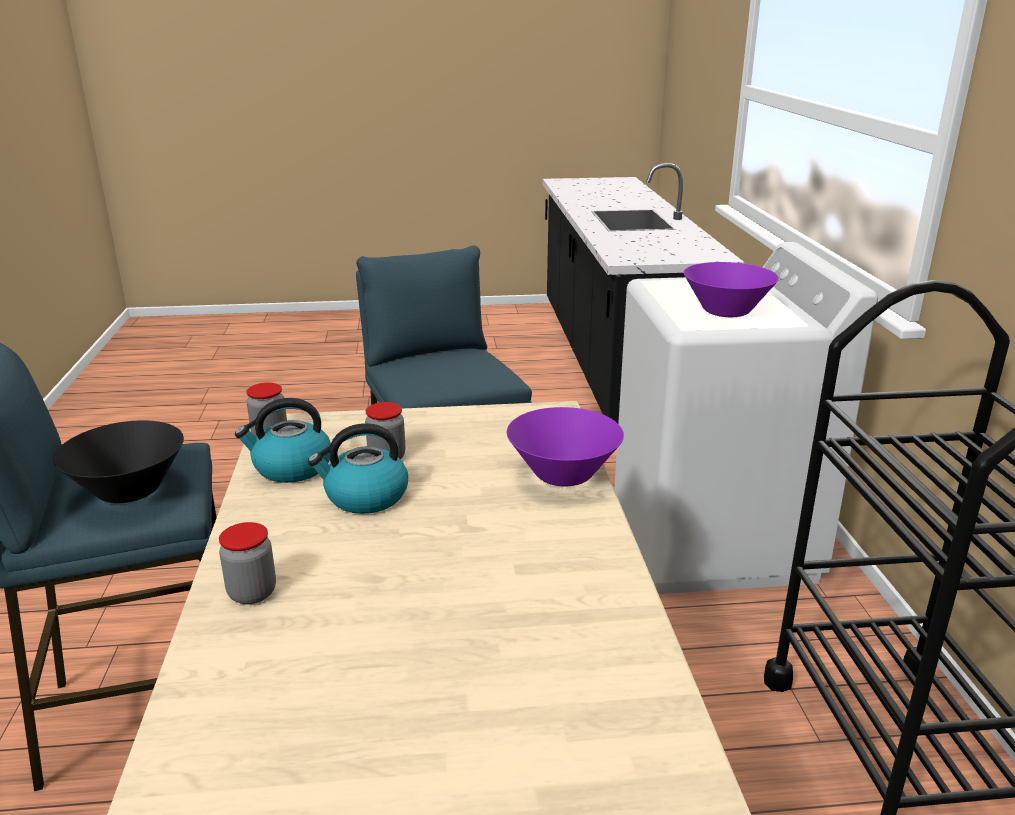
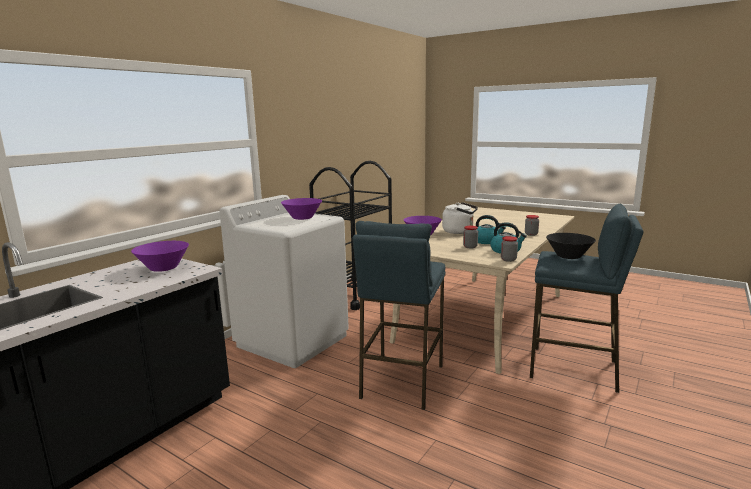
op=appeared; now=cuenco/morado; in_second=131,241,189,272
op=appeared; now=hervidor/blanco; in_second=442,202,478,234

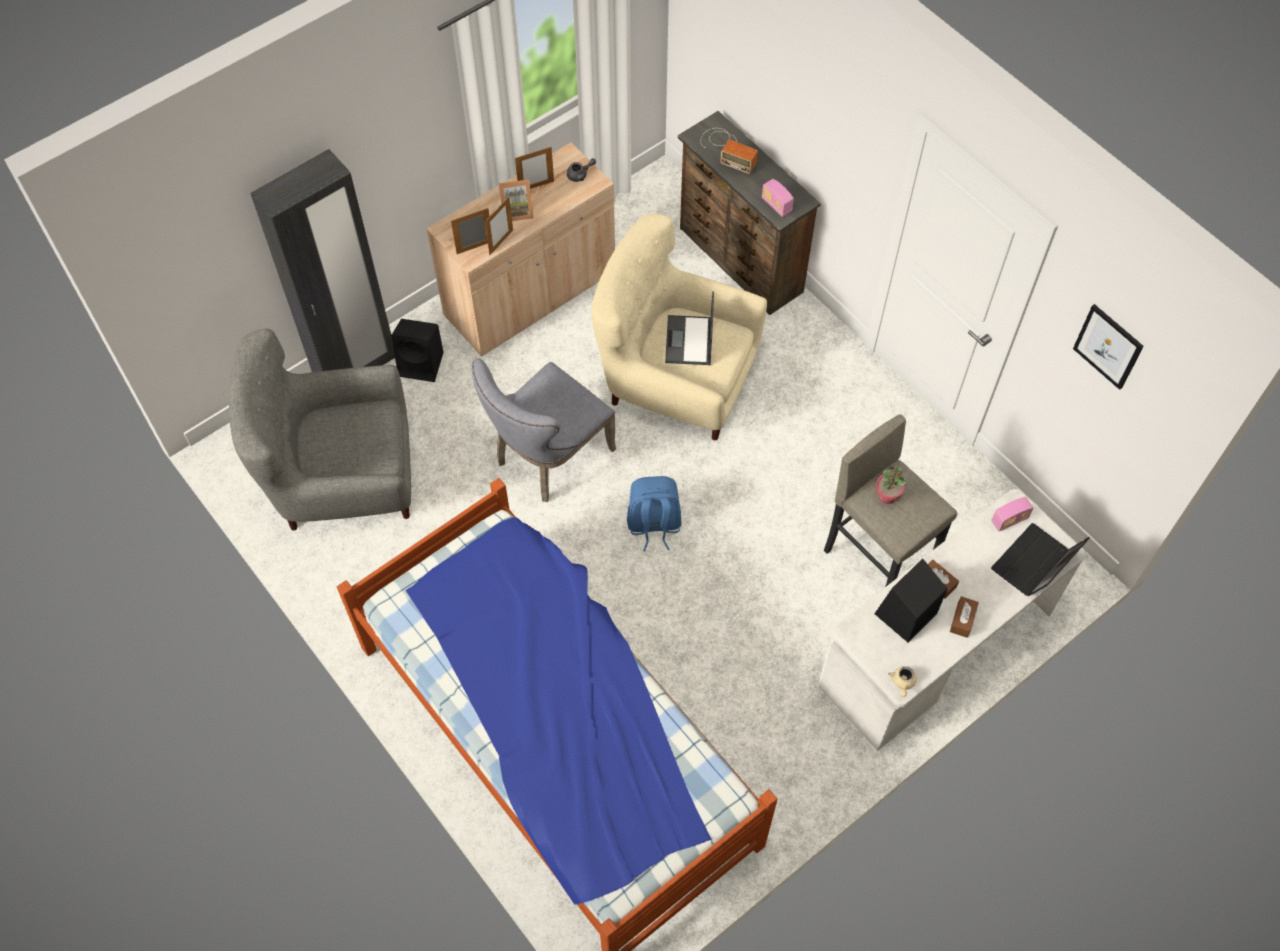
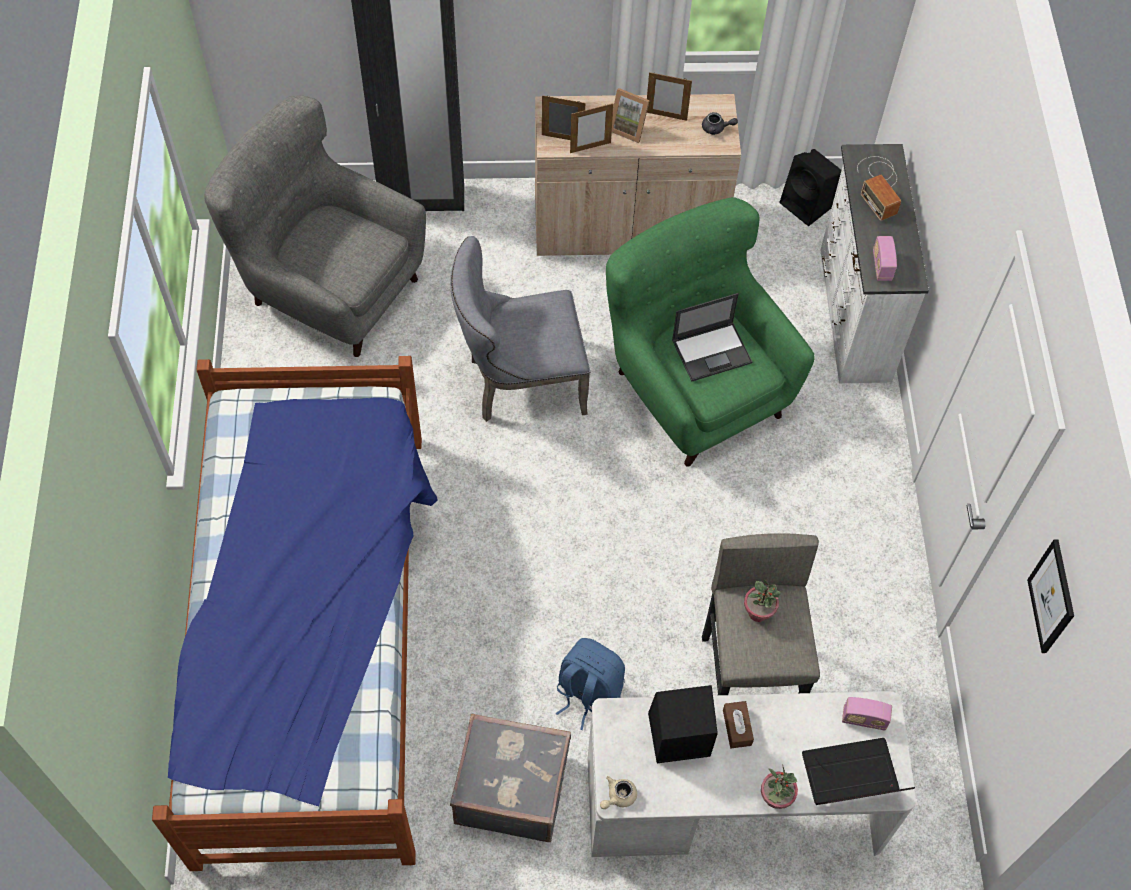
op=relocated; was=altavoz/negro; in_first=391,319,444,382; in_second=779,149,841,226
op=colour; was=sillón/beis; now=sillón/verde; in_first=591,214,767,440; in_second=606,197,815,467
op=relocated; was=mochila/azul; in_first=627,476,681,551; in_second=556,638,625,730
op=spun; was=portátil; in_first=665,291,714,365; in_second=672,293,752,382; clockwise=-150
op=colour; was=cómoda/marrón; now=cómoda/blanco; in_first=678,111,821,315; in_second=820,144,929,383
op=missing; was=caja de pañuelos/marrón; in_first=950,596,979,638
op=appeared; now=maleta/gris; in_second=450,713,571,842
op=appeared; now=planta en maceta; in_second=761,764,798,809

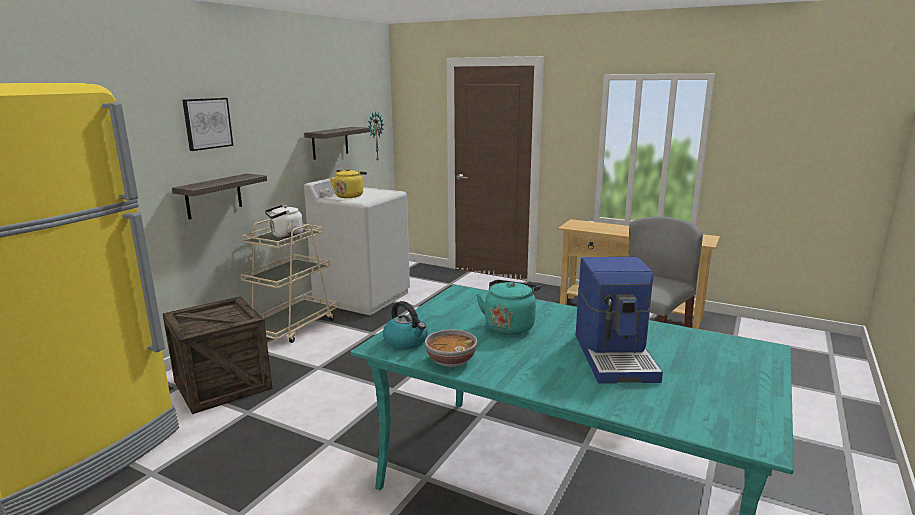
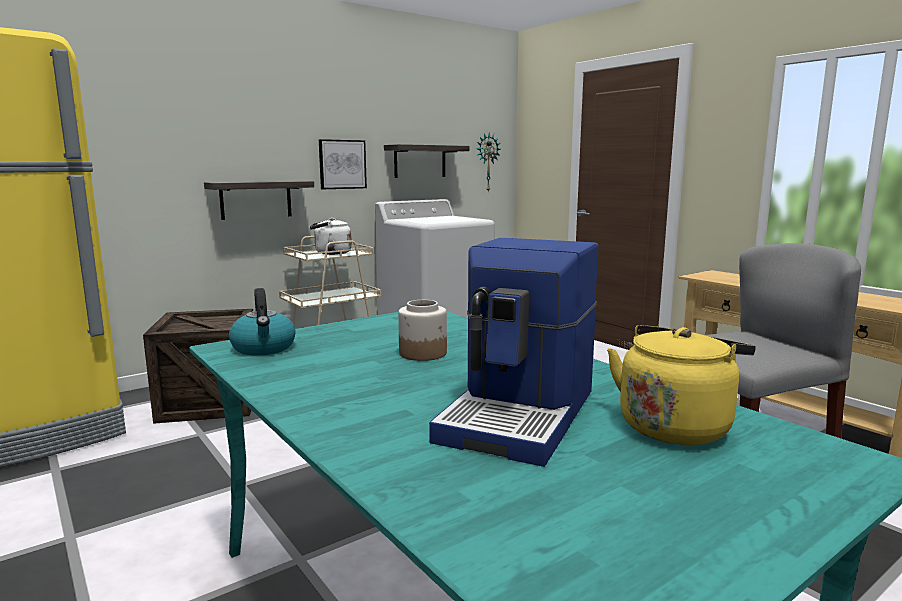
op=relocated; was=cuadro; in_first=182,98,233,151; in_second=319,139,367,189
op=relocated; was=hervidor/amarillo; in_first=330,169,367,198; in_second=607,325,755,445
op=missing; was=cuenco; in_first=425,330,477,367
op=exchanged; was=hervidor/turquesa; now=tarro; in_first=476,280,541,335; in_second=398,300,447,361

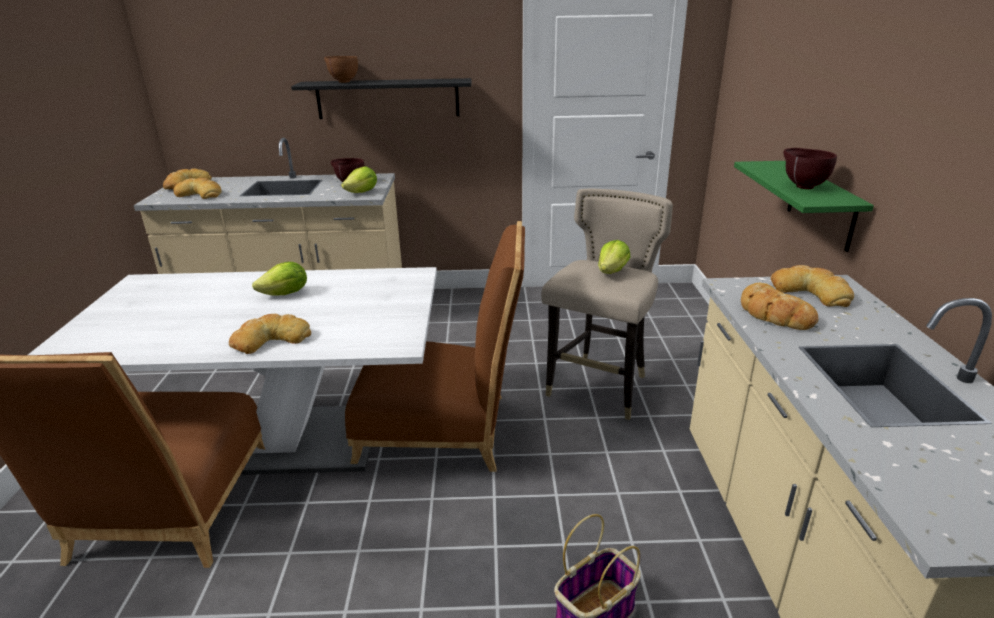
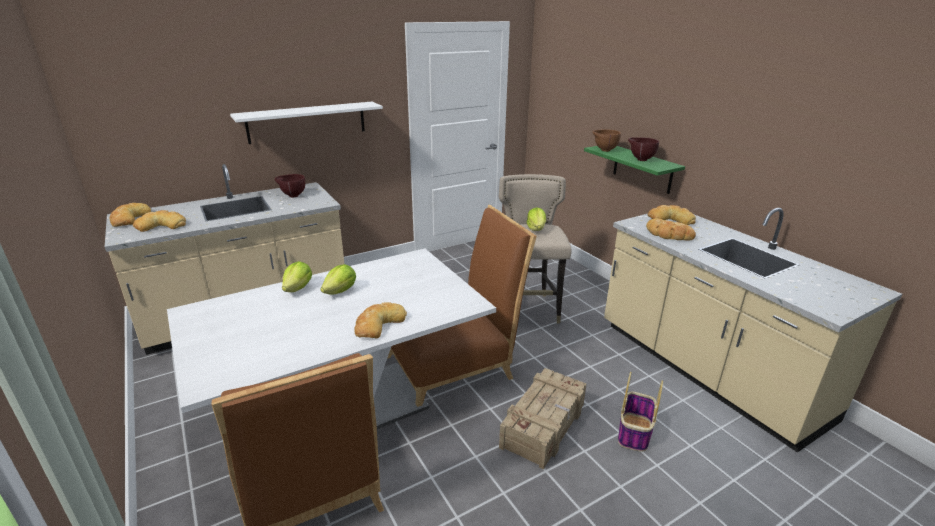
op=colour; was=estante/negro; now=estante/blanco; in_first=291,78,472,119; in_second=230,102,383,144
op=relocated; was=cuenco/marrón; in_first=324,56,358,83; in_second=593,129,621,152
op=relocated; was=lechuga; in_first=341,166,377,193; in_second=282,261,312,292
op=appeared; now=caja de embalaje; in_second=499,368,586,470

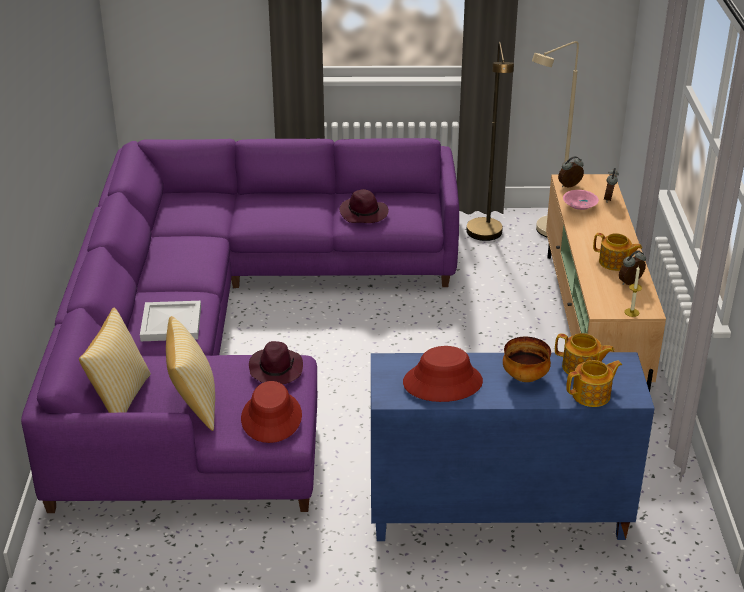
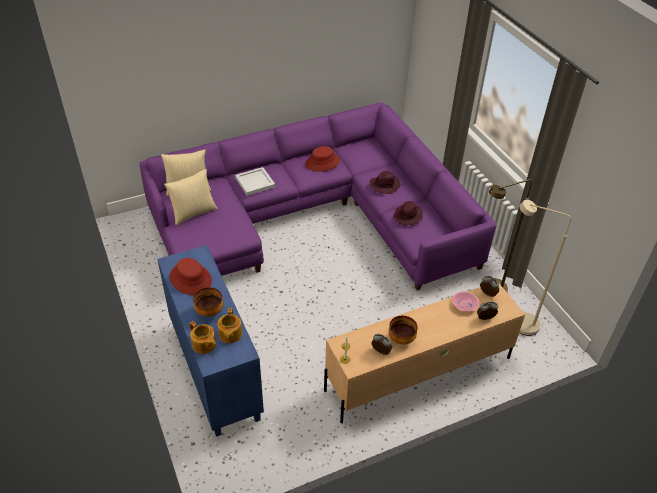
op=relocated; was=sombrero/rojo; in_first=241,381,302,443; in_second=305,146,340,172
op=relocated; was=sombrero/morado; in_first=249,341,303,384; in_second=369,171,401,194
op=exchanged; was=tetera; now=cuenco; in_first=593,233,642,271; in_second=388,316,418,344

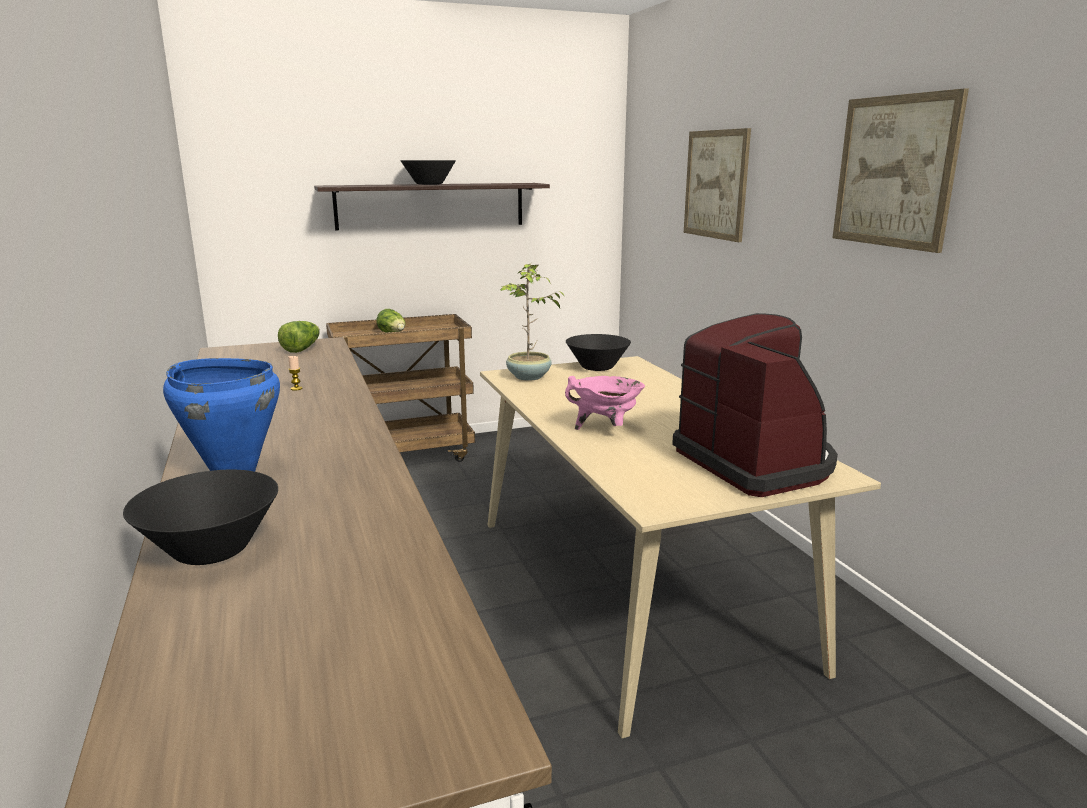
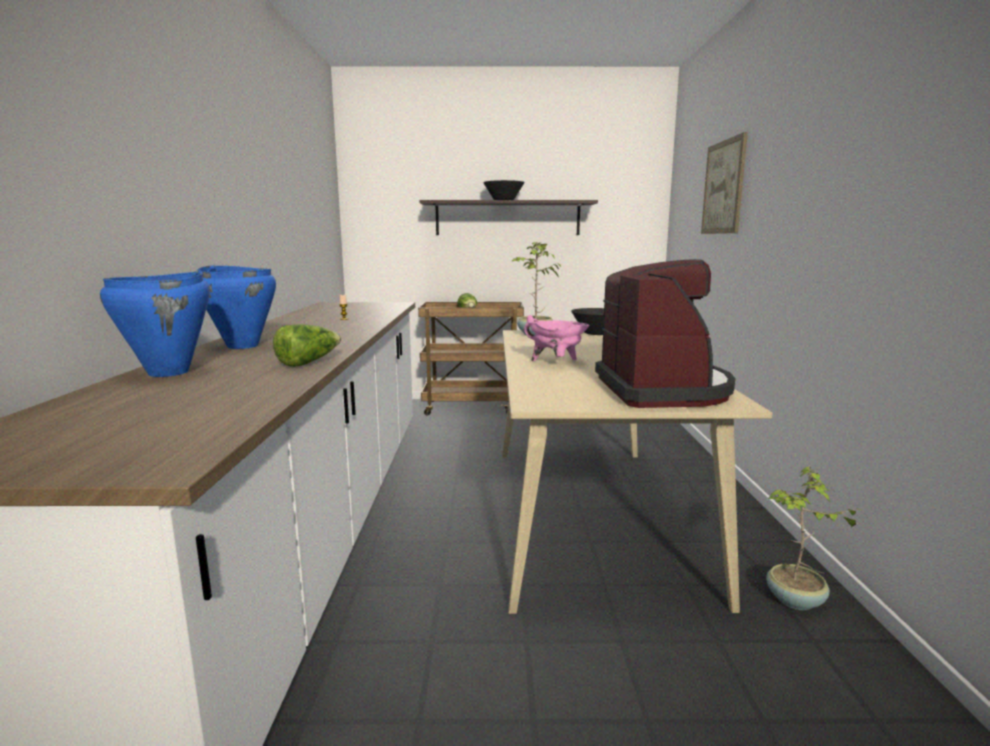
op=exchanged; was=cuenco/negro; now=olla/azul; in_first=123,470,278,565; in_second=100,271,210,377
op=relocated; was=lechuga; in_first=278,321,320,353; in_second=273,324,341,367
op=missing; was=cuadro; in_first=832,88,969,253
op=appeared; now=planta en maceta; in_second=766,467,865,610

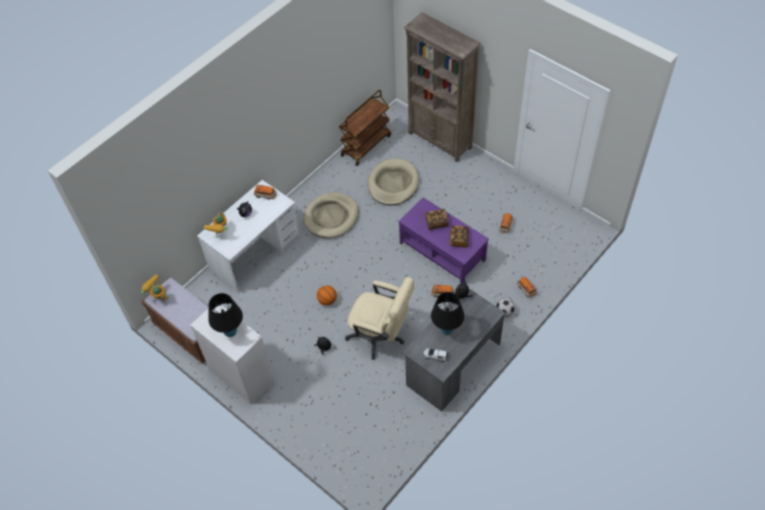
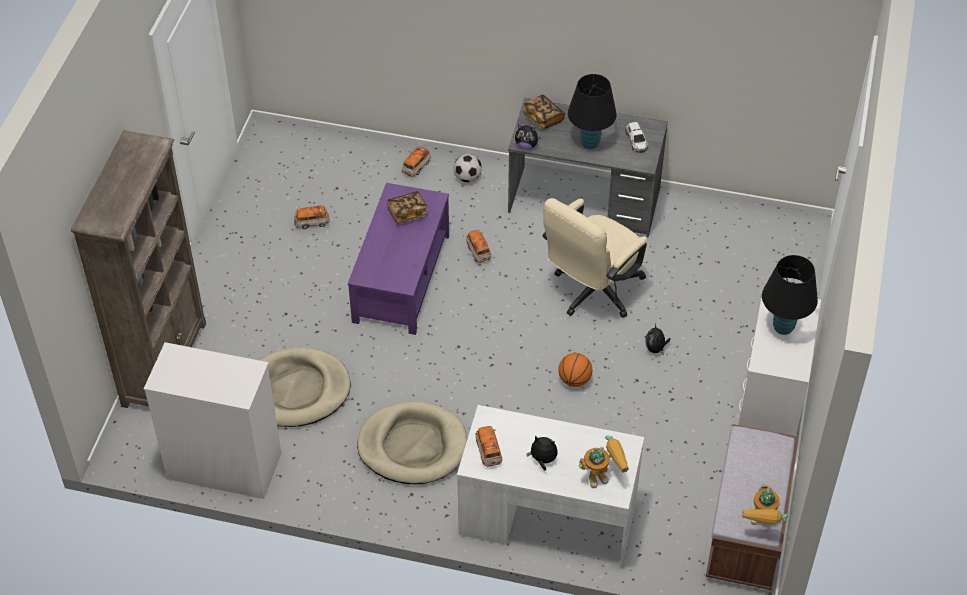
op=exchanged; was=carrito/marrón; now=cómoda/blanco; in_first=339,90,391,166; in_second=144,342,282,499
op=spun; was=silla de oficina/beis; in_first=345,277,414,360; in_second=543,198,647,318; clockwise=-135
op=relocated; was=libro; in_first=425,209,449,230; in_second=523,95,565,130

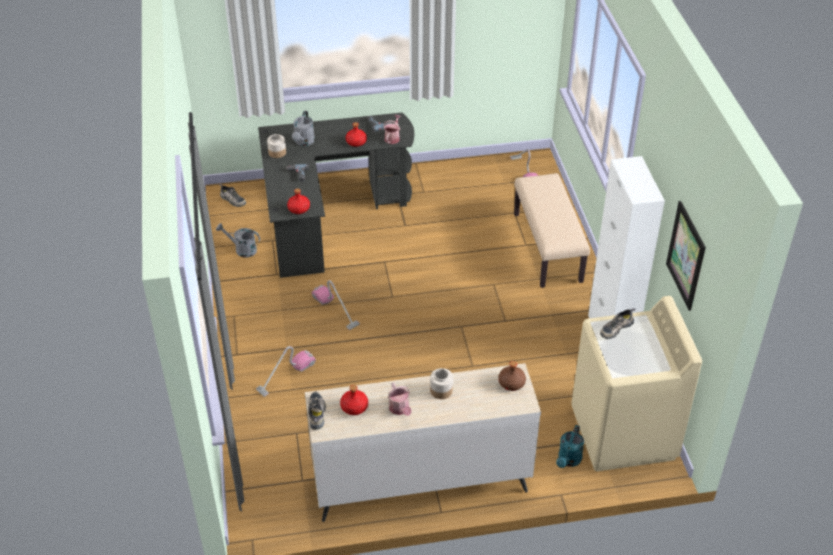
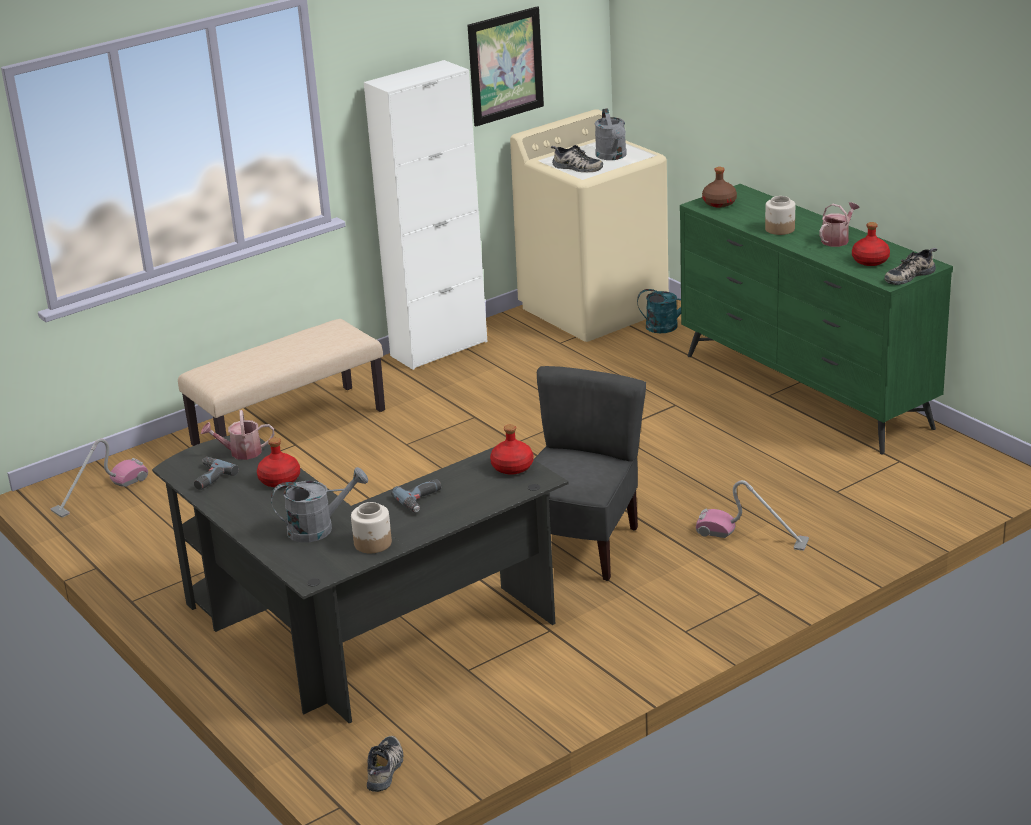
op=relocated; was=regadera/gris; in_first=216,223,260,258; in_second=595,108,627,160
op=colour; was=cómoda/beis; now=cómoda/verde; in_first=305,363,541,522; in_second=680,184,953,455
op=exchanged; was=aspiradora; now=silla/gris; in_first=312,280,360,330; in_second=534,366,646,581

